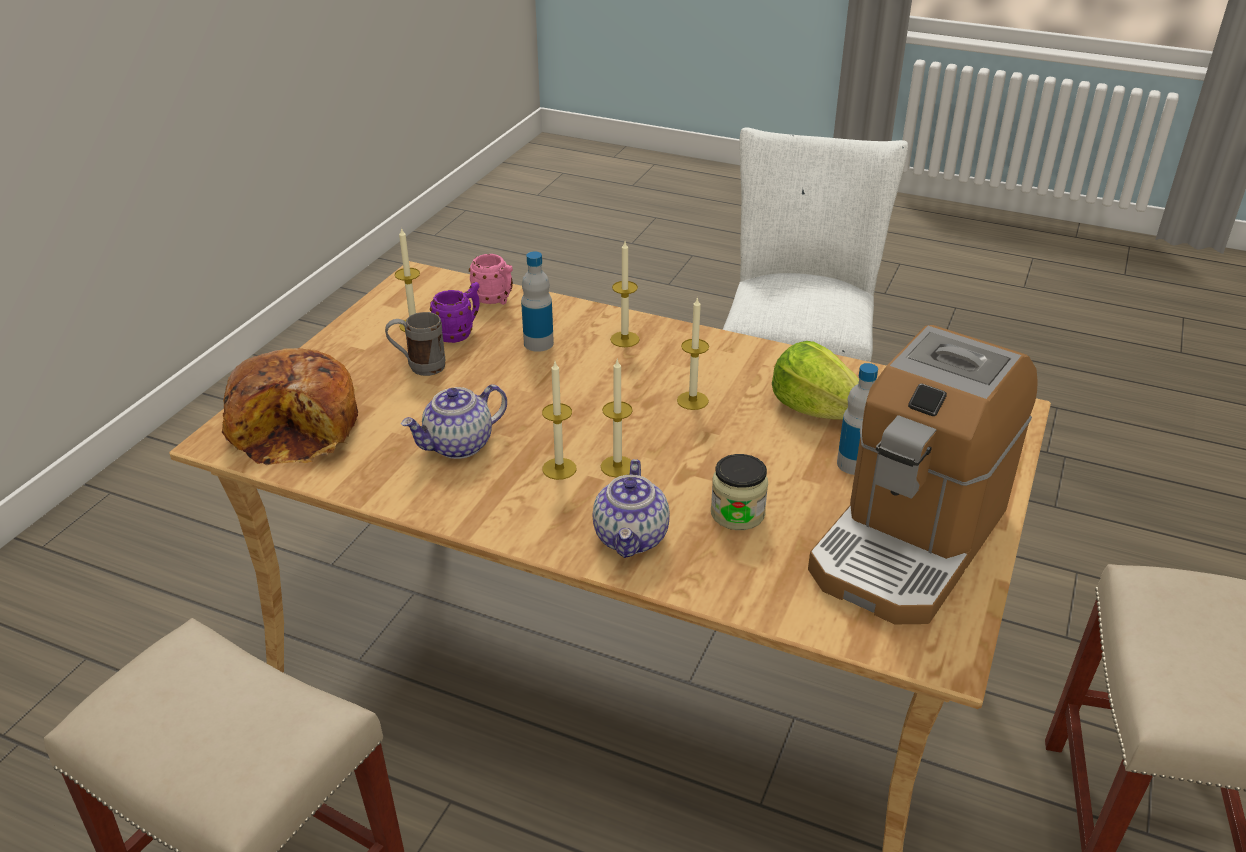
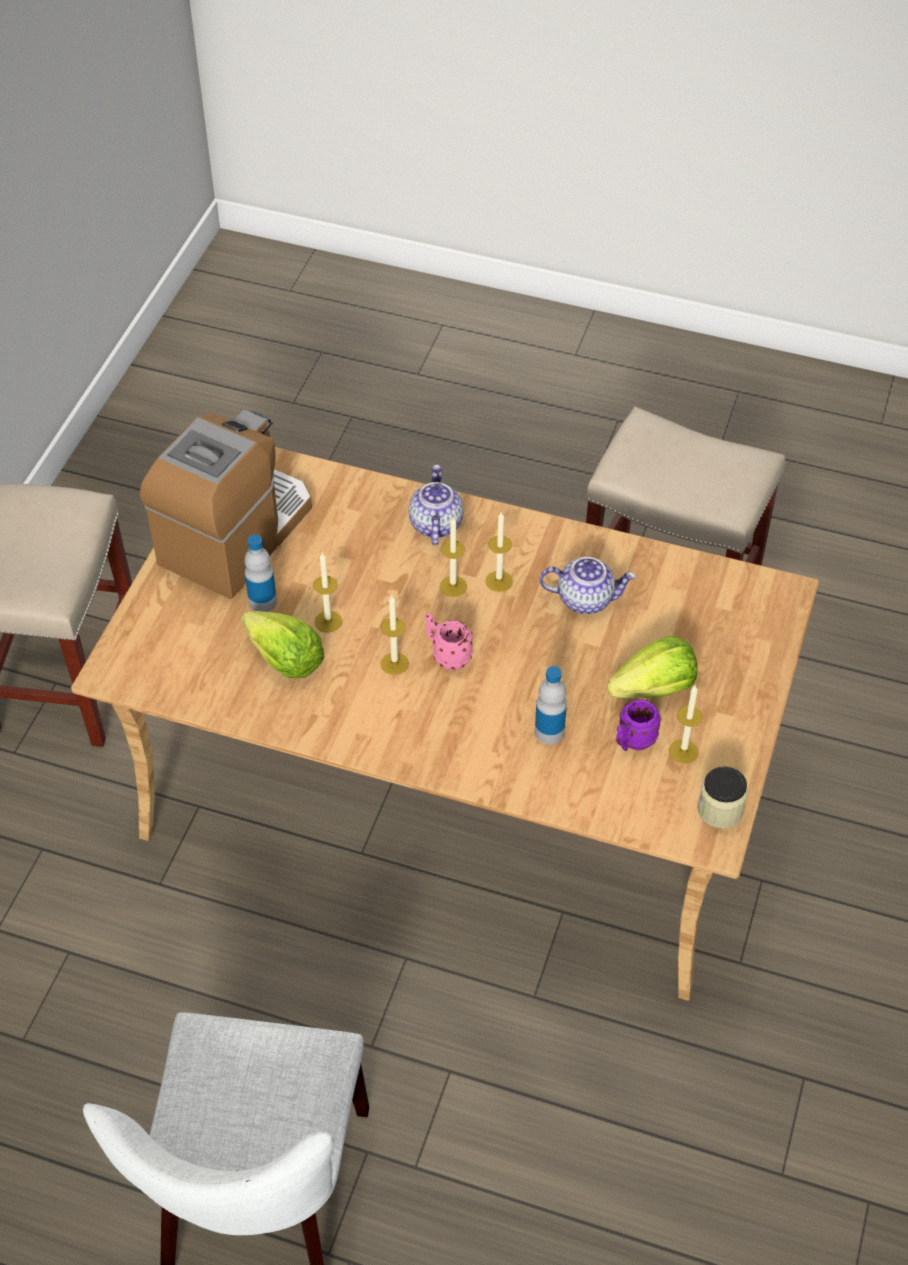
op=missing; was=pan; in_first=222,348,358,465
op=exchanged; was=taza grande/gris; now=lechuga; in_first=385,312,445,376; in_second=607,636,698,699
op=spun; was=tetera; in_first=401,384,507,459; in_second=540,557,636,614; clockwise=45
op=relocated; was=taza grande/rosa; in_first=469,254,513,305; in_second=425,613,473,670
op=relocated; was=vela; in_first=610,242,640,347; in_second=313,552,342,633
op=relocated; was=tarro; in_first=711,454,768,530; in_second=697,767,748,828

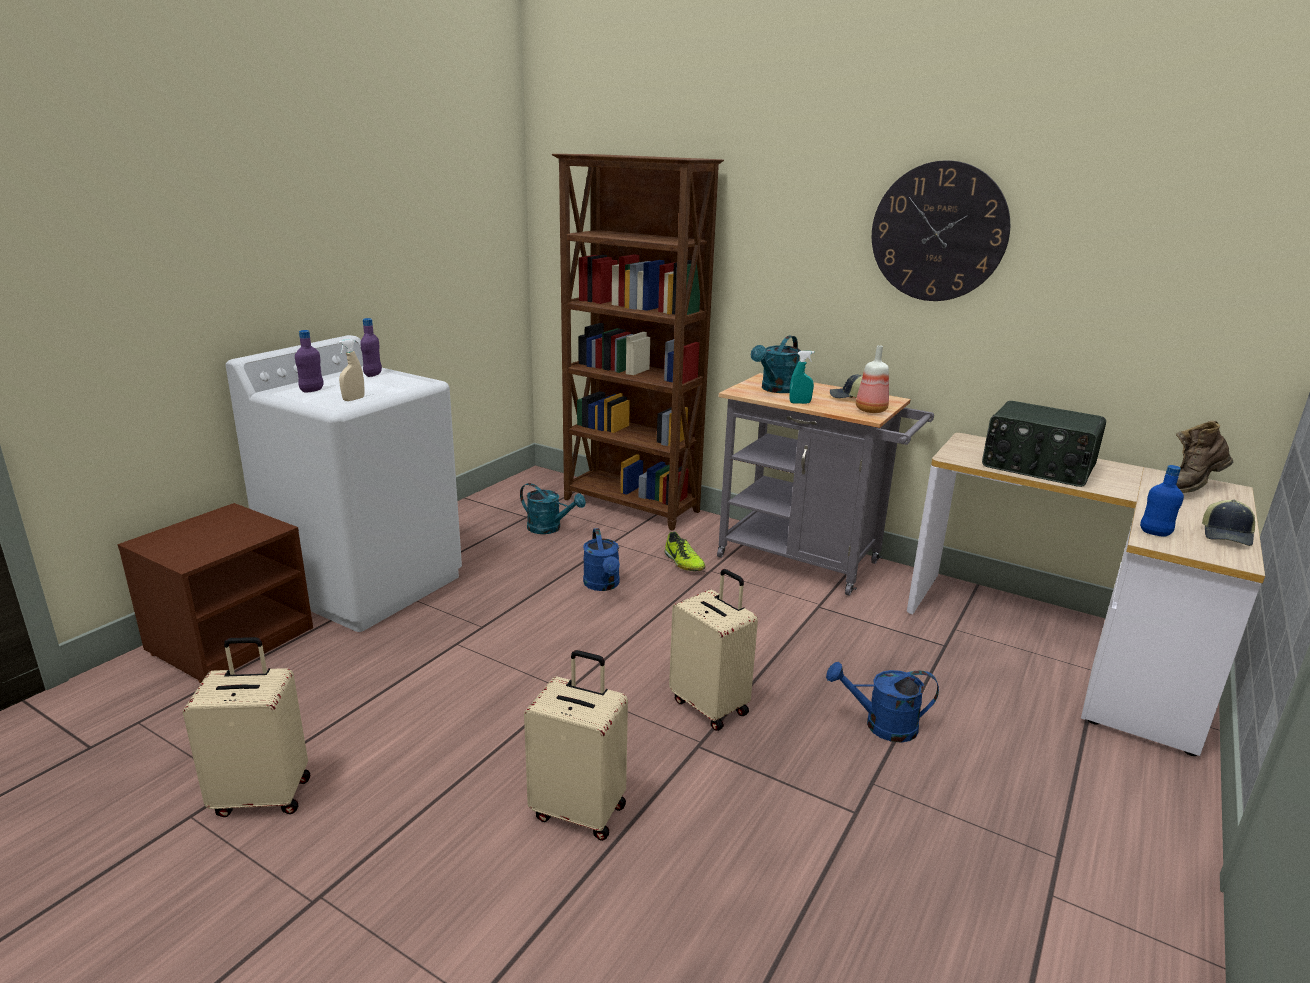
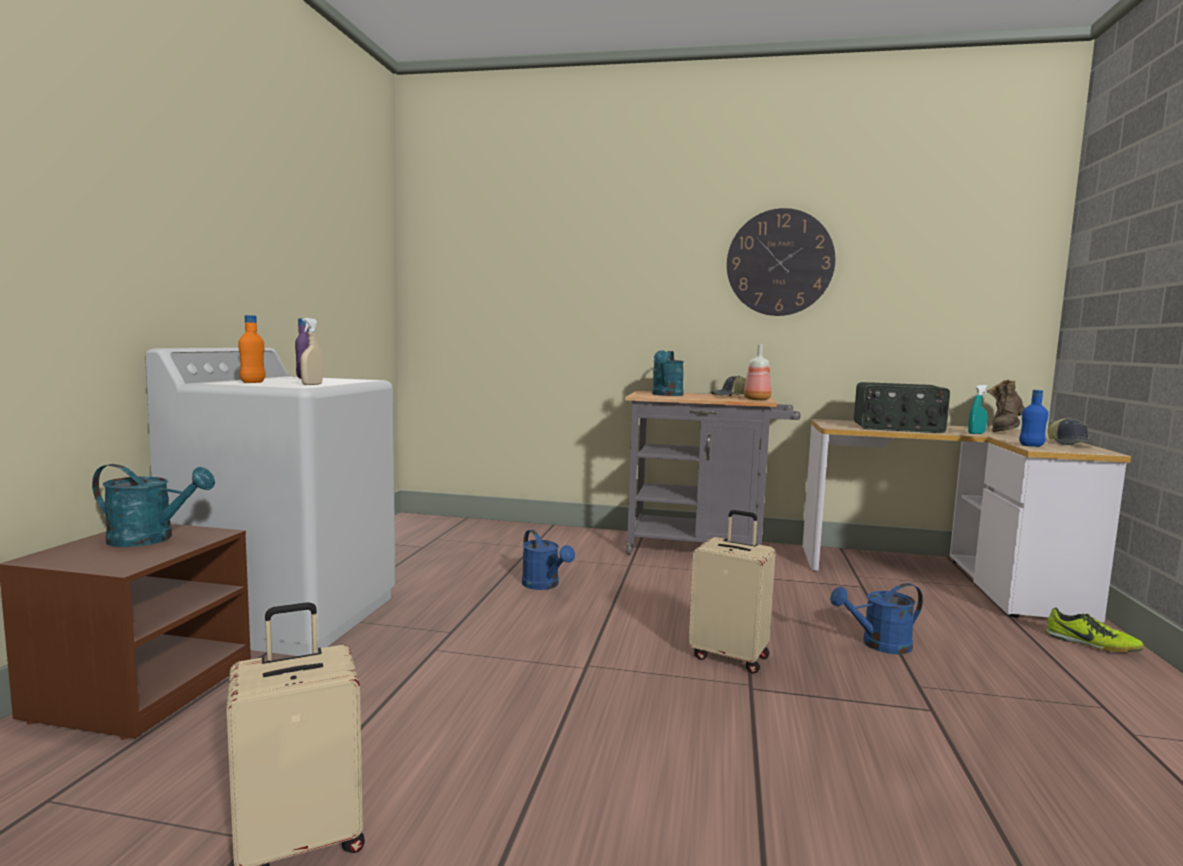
op=colour; was=botella/morado; now=botella/naranja; in_first=295,330,323,392; in_second=238,315,266,383
op=relocated; was=regadera/turquesa; in_first=520,483,586,534; in_second=92,464,215,547
op=missing; was=maleta/beis; in_first=524,650,628,841
op=missing; was=estantería/marrón; in_first=552,154,724,531
op=relocated; was=zapato; in_first=664,532,705,571; in_second=1046,607,1144,652
op=relocated; was=pulverizador/turquesa; in_first=790,351,814,404; in_second=968,385,988,434

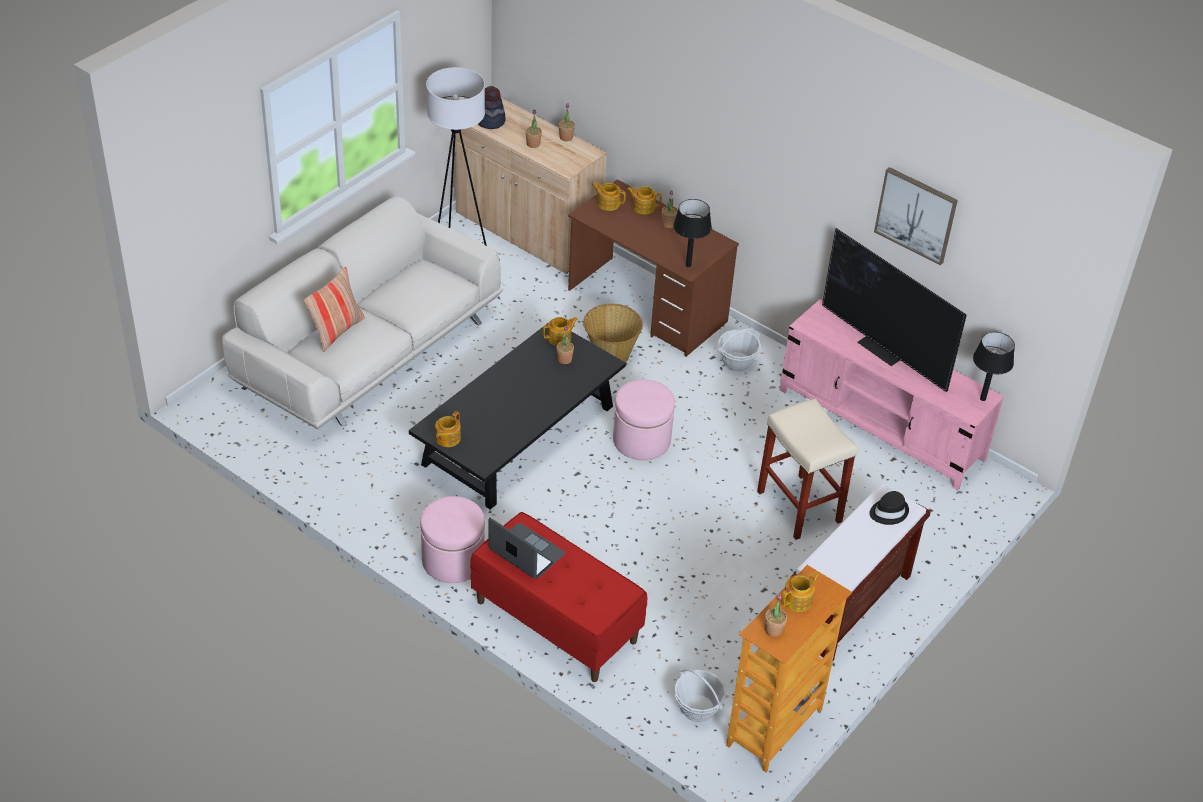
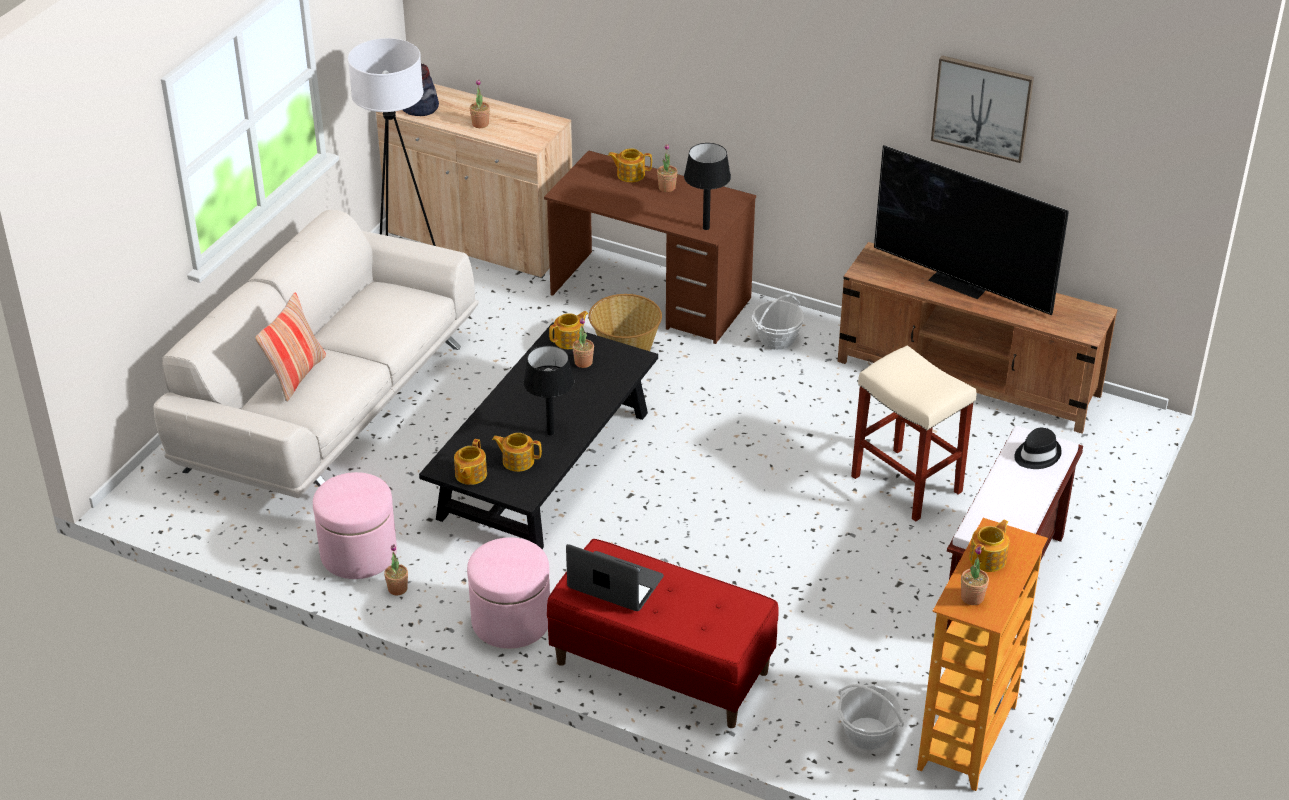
op=relocated; was=planta en maceta; in_first=559,103,575,141; in_second=384,545,408,595
op=relocated; was=tetera; in_first=592,182,626,211; in_second=492,433,542,472
op=relocated; was=puf/rosa; in_first=613,379,675,460; in_second=313,472,397,579
op=colour; was=mueble de televisión/rosa; now=mueble de televisión/marrón; in_first=780,299,1004,490; in_second=838,242,1117,433
op=relocated; was=lámpara de mesa/negro; in_first=973,332,1015,401; in_second=523,346,574,436

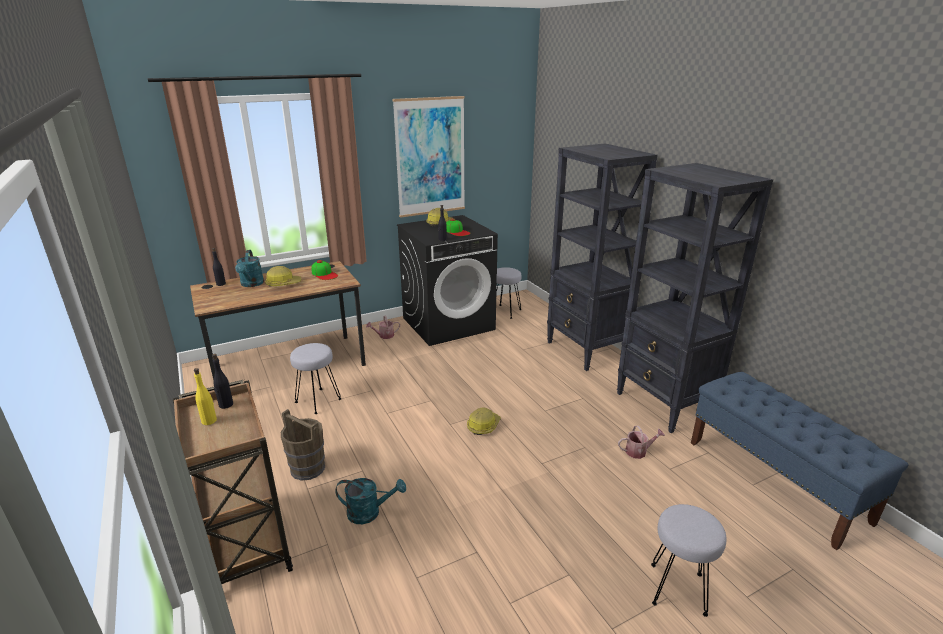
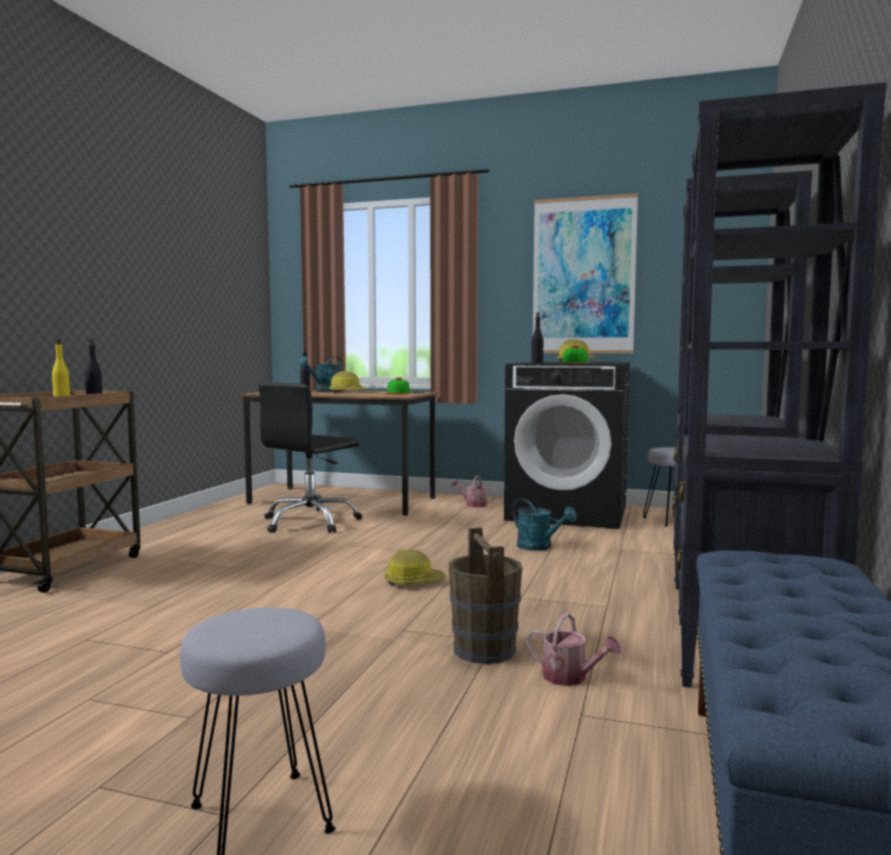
op=relocated; was=cubo/marrón; in_first=281,409,325,481; in_second=449,527,522,664
op=exchanged; was=taburete/gris; now=silla de oficina/negro; in_first=290,343,342,414; in_second=258,383,362,533
op=relocated; was=regadera/turquesa; in_first=335,478,406,524; in_second=512,498,577,551

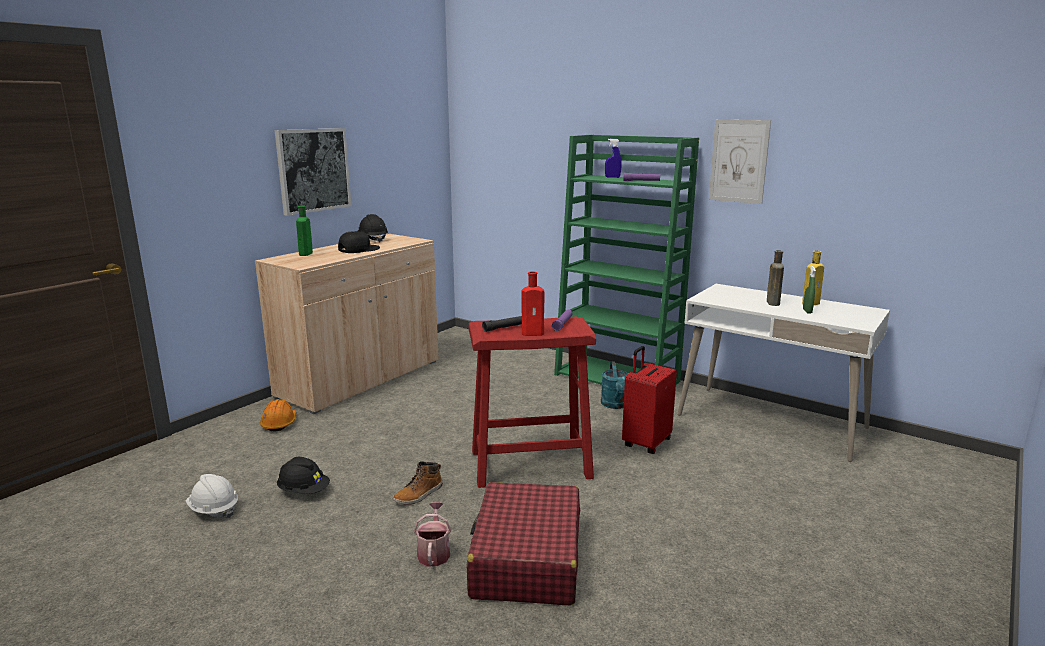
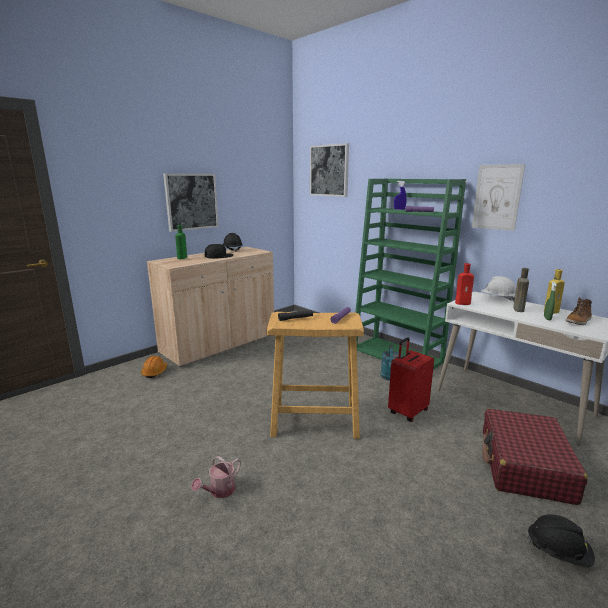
op=relocated; was=casco/blanco; in_first=186,474,238,518; in_second=481,276,516,302
op=relocated; was=casco/negro; in_first=277,457,330,494; in_second=527,514,595,567
op=relocated; was=bota; in_first=393,461,443,505; in_second=566,297,592,325
op=spun; was=regadera; in_first=414,502,451,566; in_second=191,456,241,498; clockwise=-150
op=relocated; was=maleta/rojo; in_first=467,482,580,605; in_second=483,408,588,505
op=colour; was=taburete/rojo; now=taburete/beis; in_first=469,317,596,488; in_second=267,312,364,439
op=relocated; was=botella/rojo; in_first=521,271,544,336; in_second=455,263,474,305
op=appeared; now=cuadro; in_second=310,143,349,197

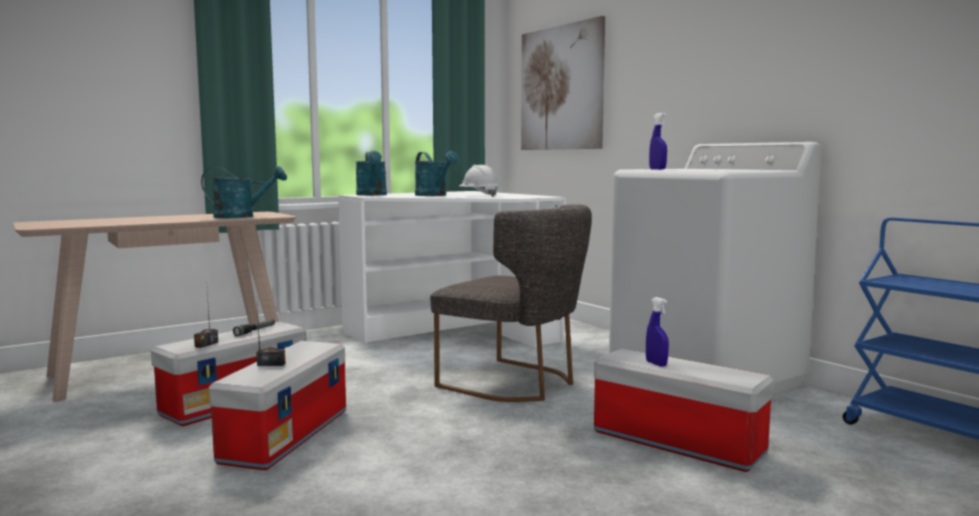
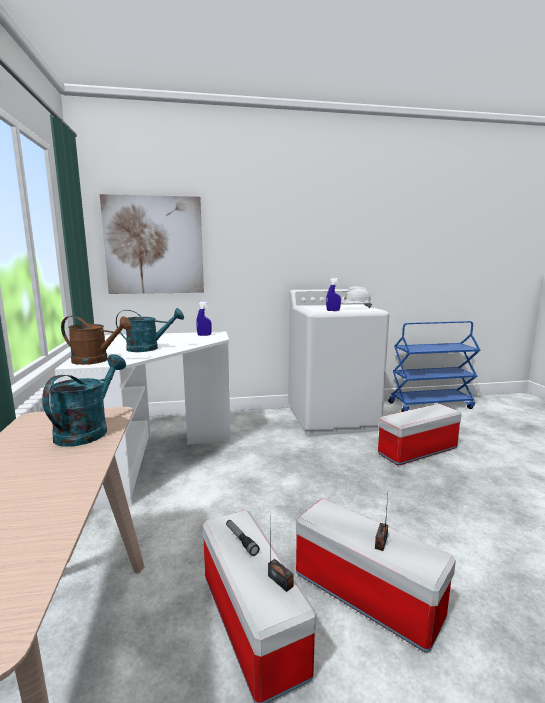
op=colour; was=regadera/turquesa; now=regadera/marrón; in_first=356,151,387,196; in_second=61,316,132,365
op=missing; was=silla/gris; in_first=430,205,592,402
op=relocated; was=casco/blanco; in_first=459,165,499,197; in_second=341,286,372,308
op=relocated; was=pulverizador/azul; in_first=646,297,669,367; in_second=196,302,212,336

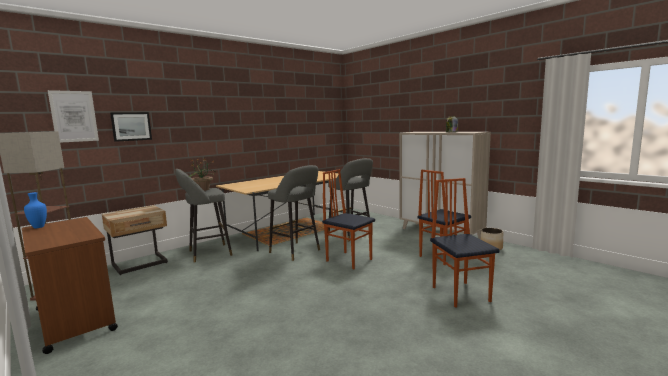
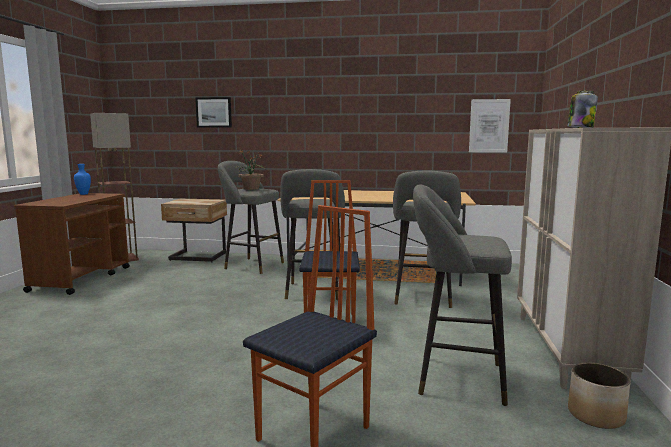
op=relocated; was=cuadro; in_first=48,90,99,143; in_second=469,99,511,153
op=exchanged; was=silla; now=taburete/gris; in_first=417,170,471,265; in_second=413,184,512,406

